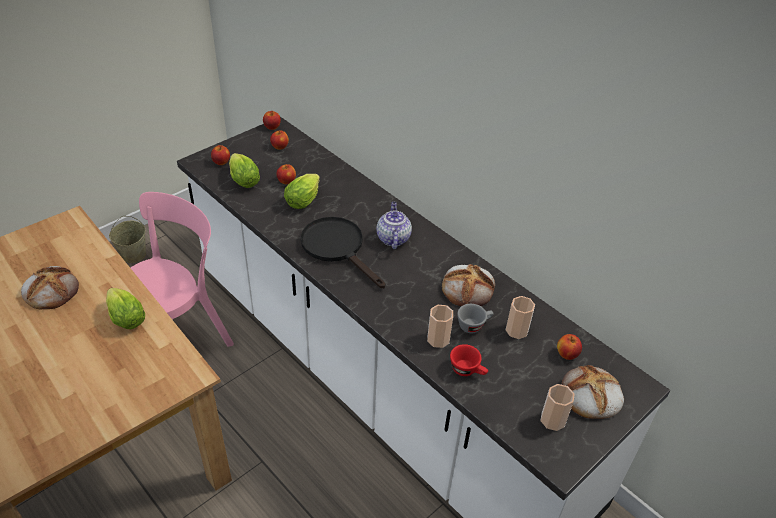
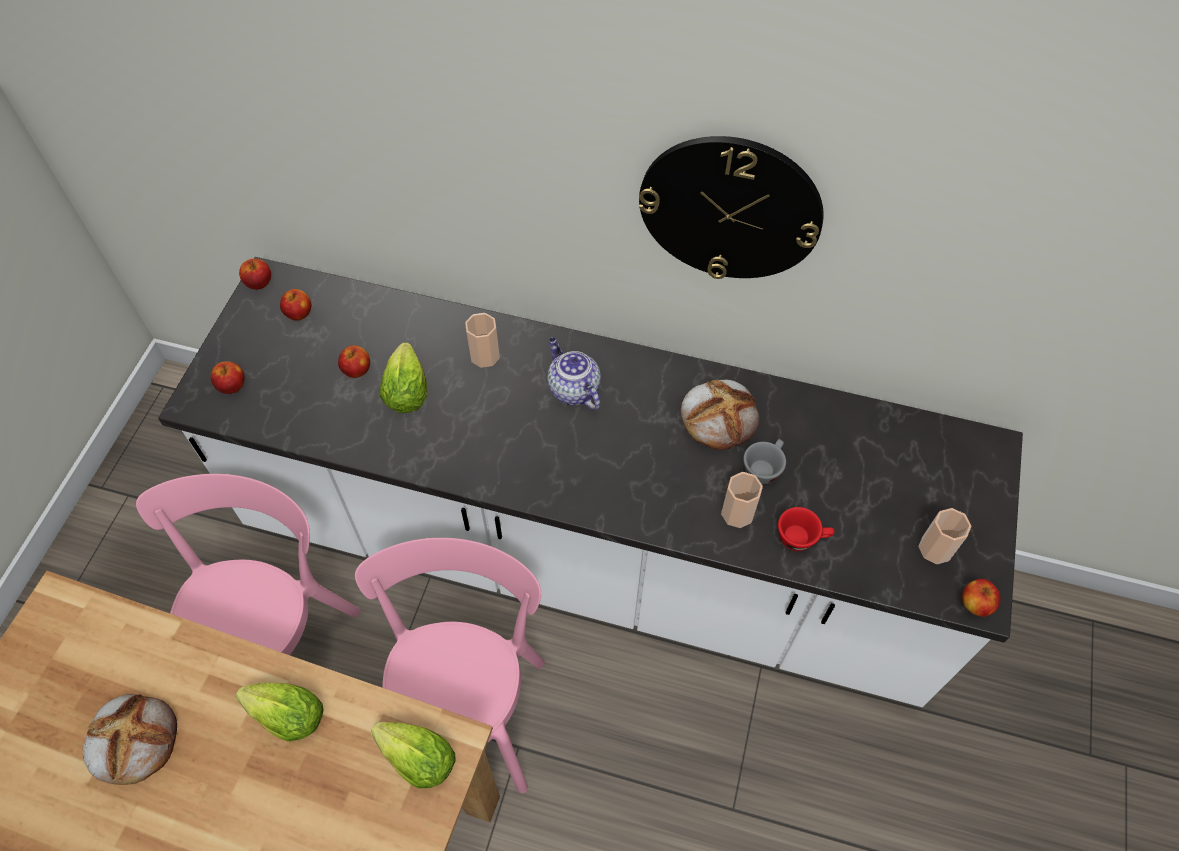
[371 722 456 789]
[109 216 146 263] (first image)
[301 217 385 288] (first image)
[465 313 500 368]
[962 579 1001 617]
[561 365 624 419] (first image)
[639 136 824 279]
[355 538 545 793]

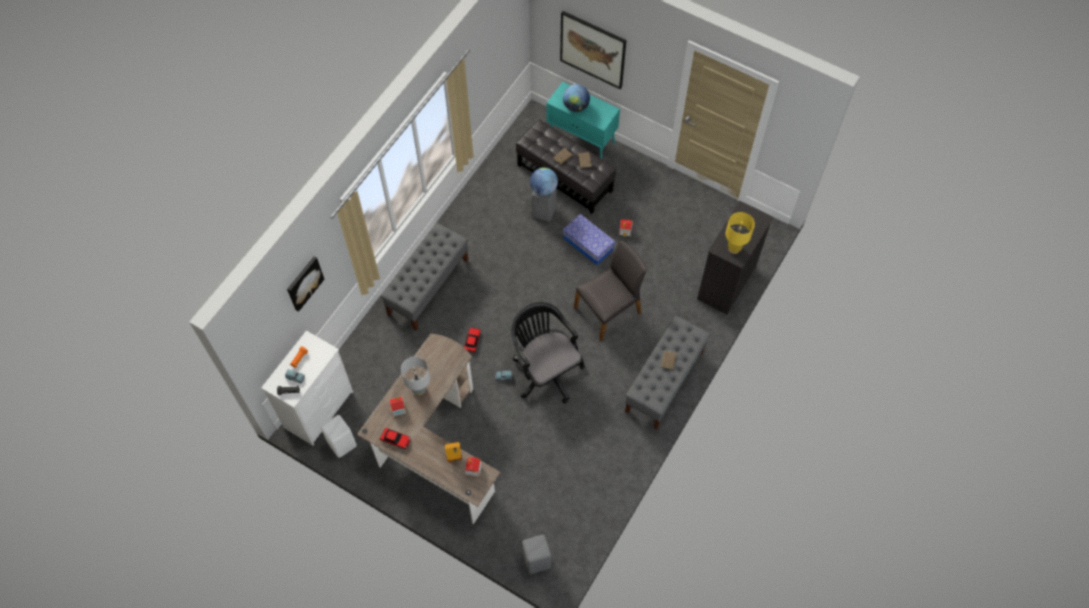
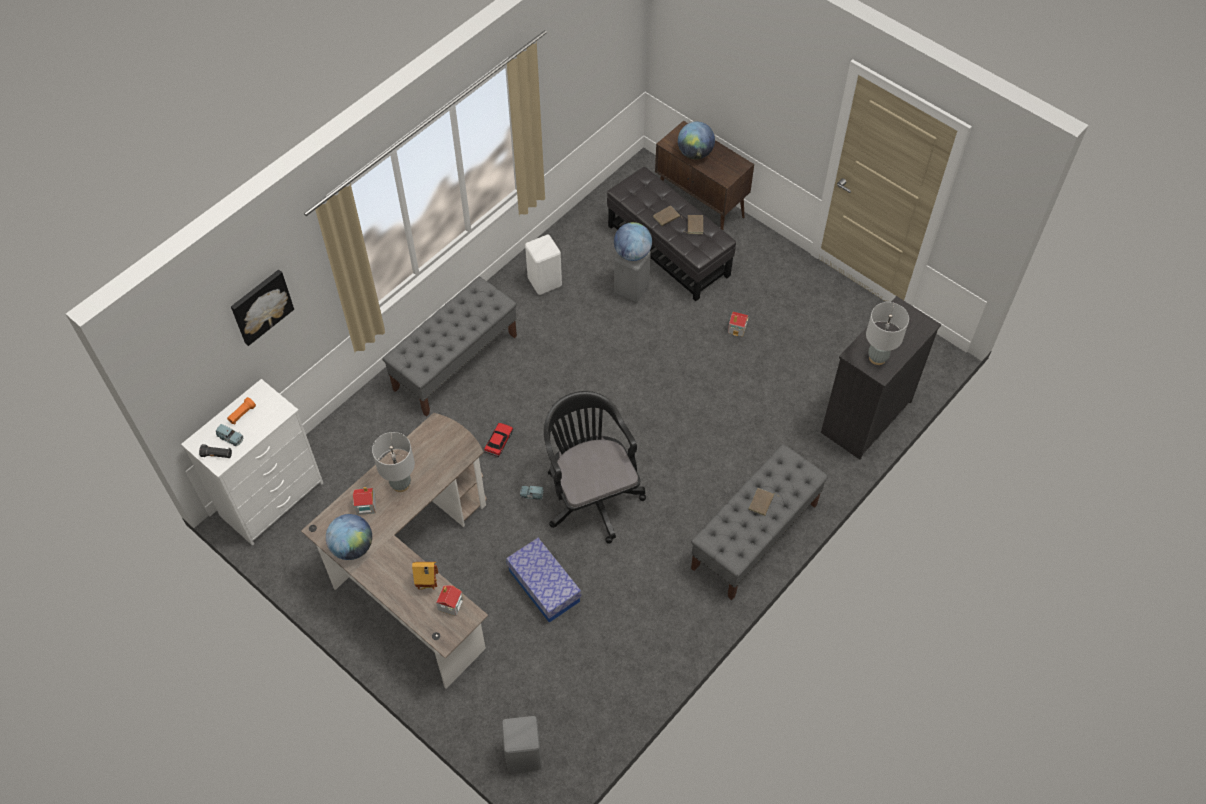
[560 11 626 89] (first image)
[655 121 754 230]
[866 302 909 365]
[506 538 581 623]
[574 241 646 341] (first image)
[525 235 562 295]
[326 514 372 560]

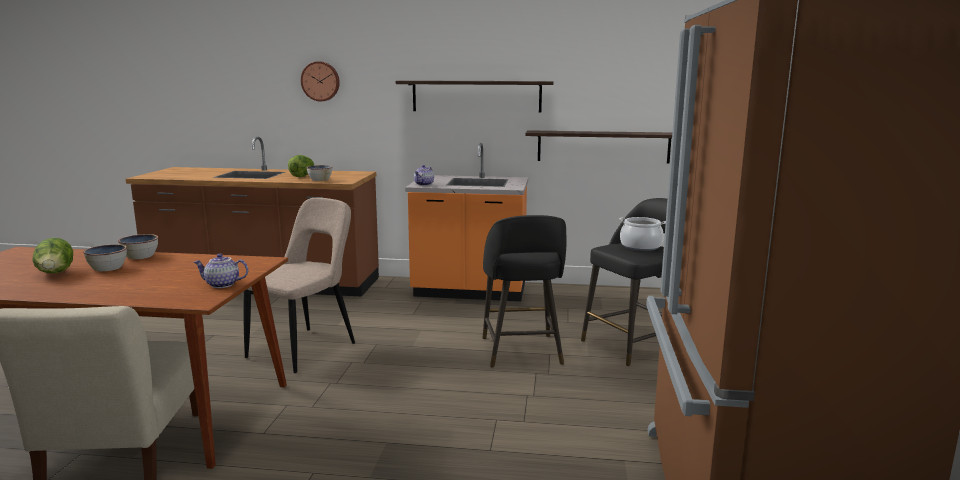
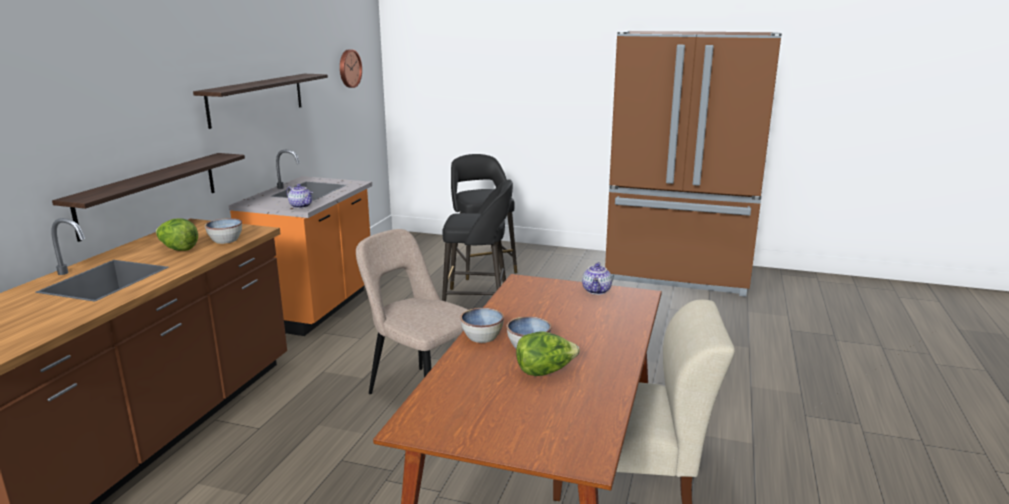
[340 49 362 88]
[52 153 245 242]
[619 217 666 251] (first image)

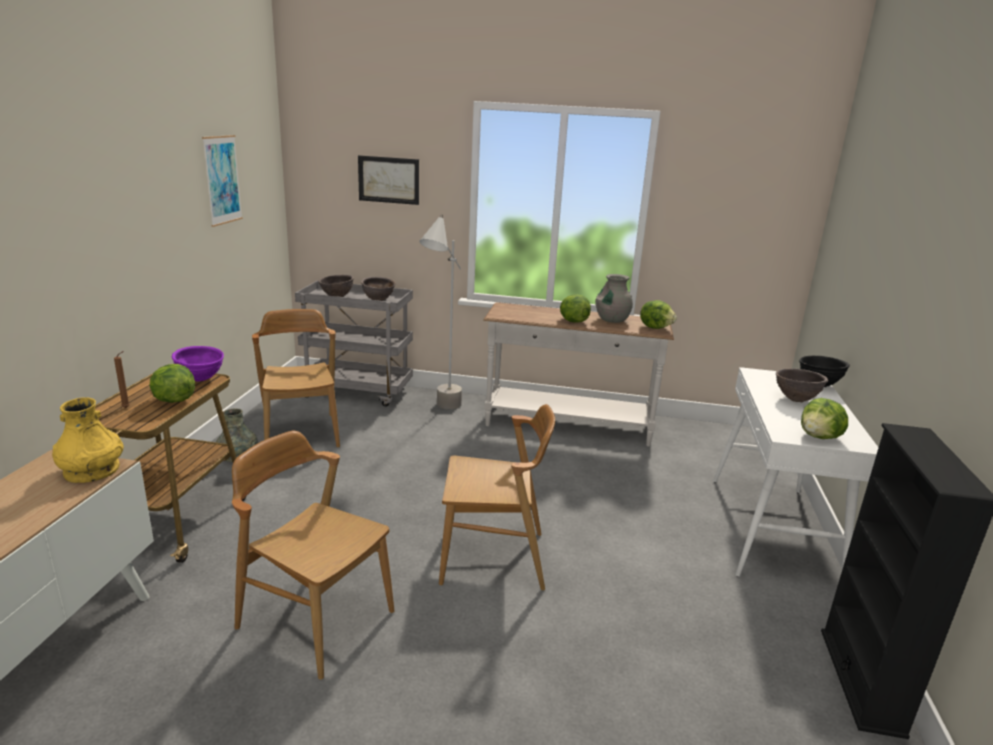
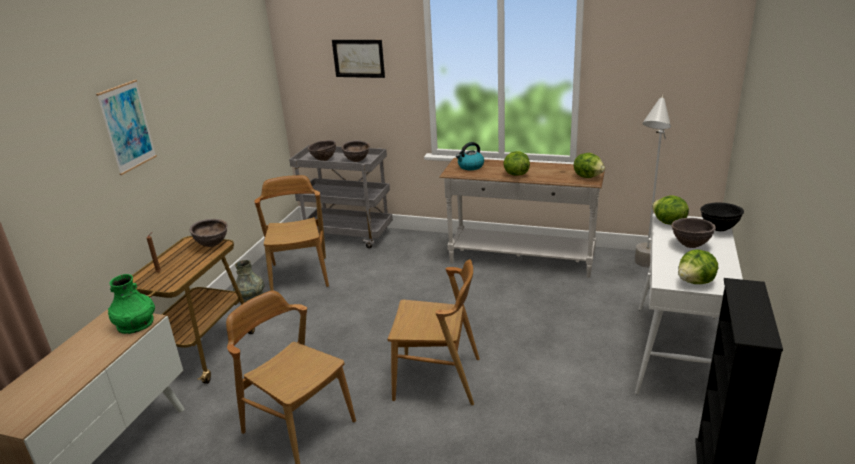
[96 80 157 175]
[635 94 671 267]
[595 274 633 323] (first image)
[189 219 228 247]
[652 195 689 225]
[108 274 155 334]
[456 142 484 170]

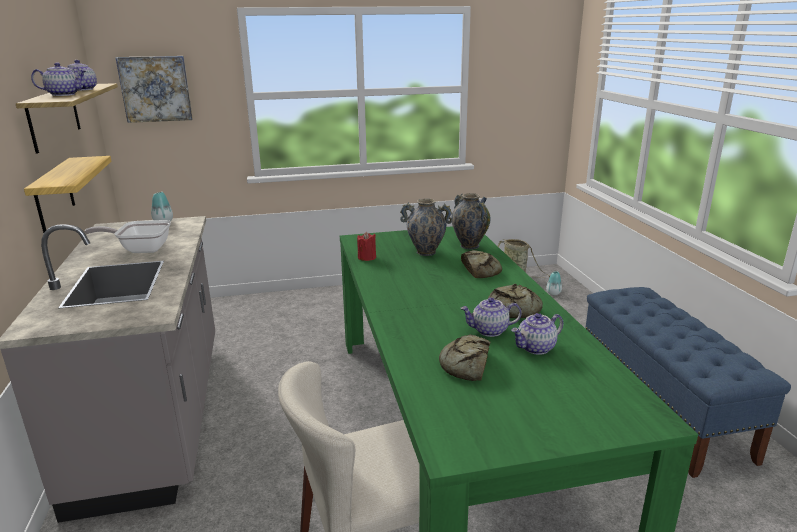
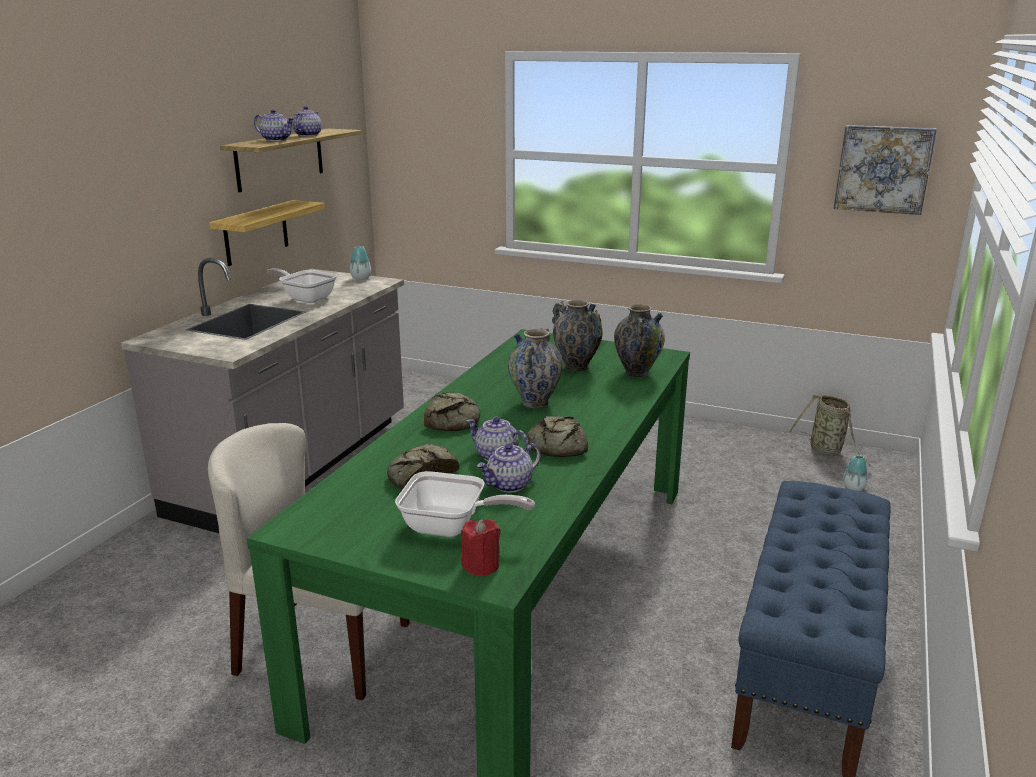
[834 125 937 215]
[461 519 500 576]
[424 392 480 431]
[477 443 541 492]
[508 328 563 408]
[395 471 535 537]

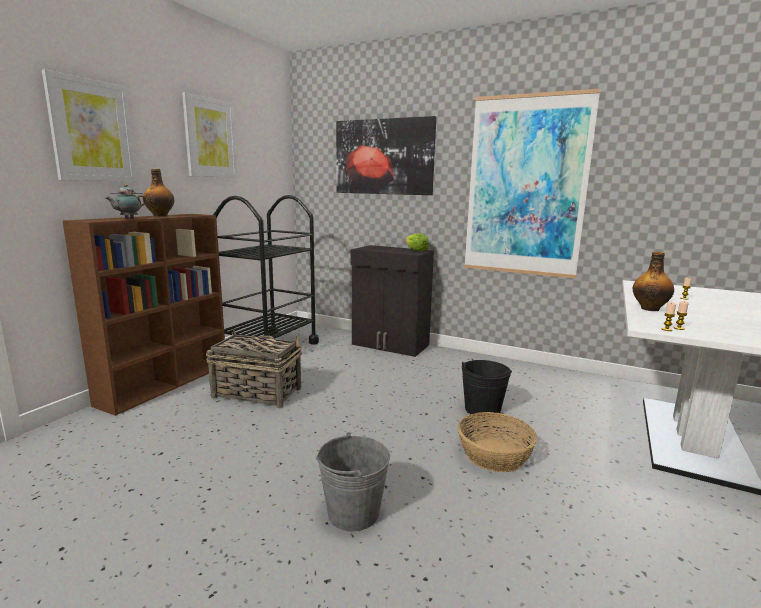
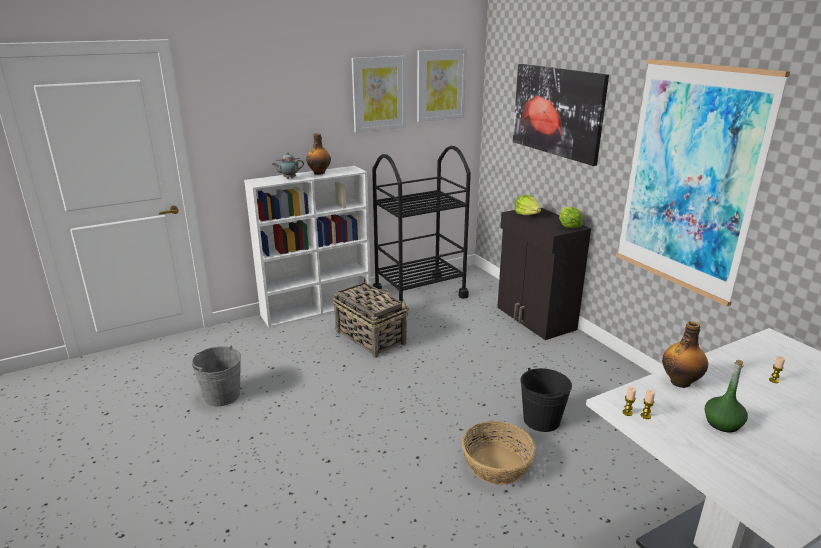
[417 49 467 122]
[244 166 371 327]
[192 346 241 406]
[515 195 541 215]
[705 360 748 433]

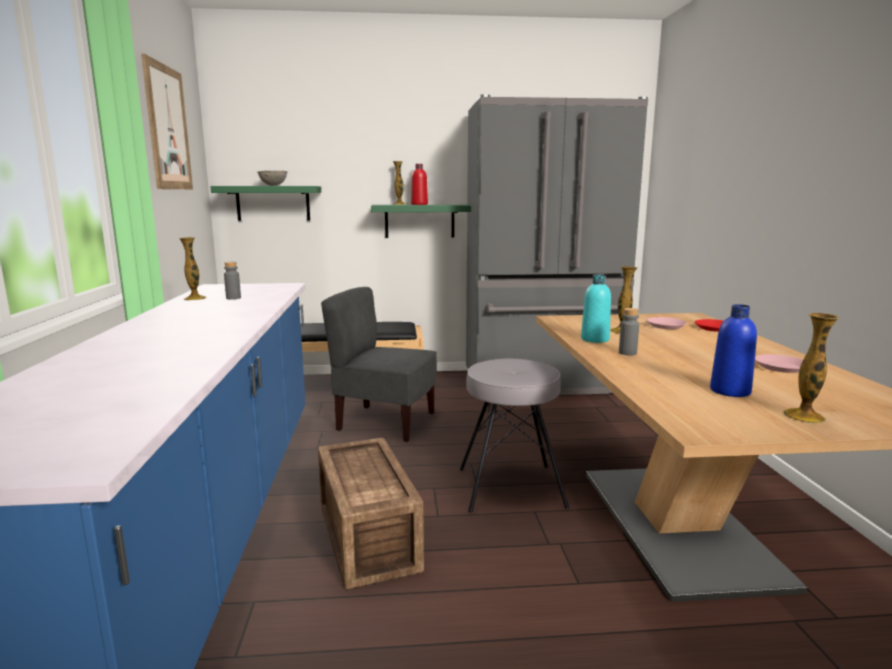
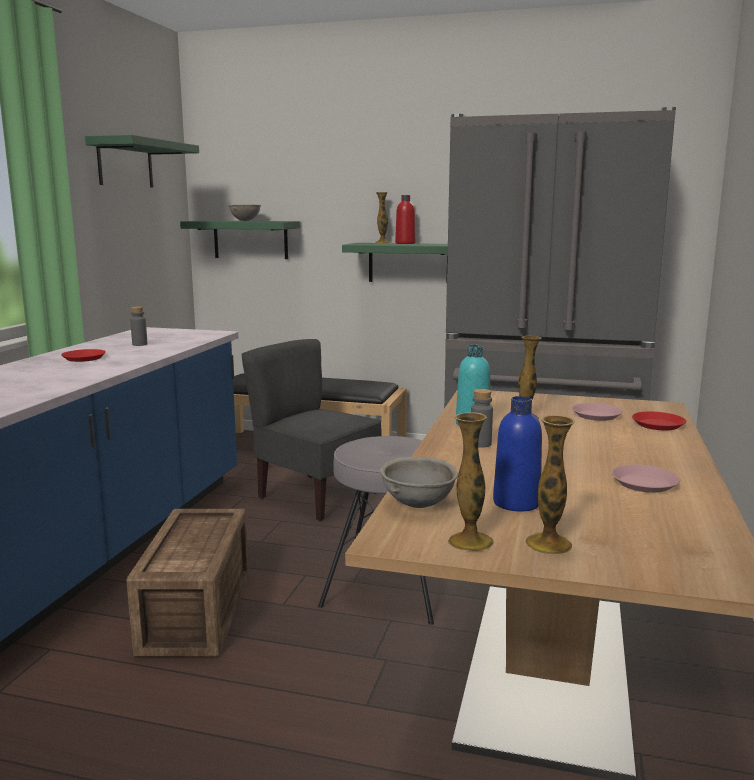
[85 135 199 187]
[448 412 494 551]
[61 349 106 362]
[380 457 458 508]

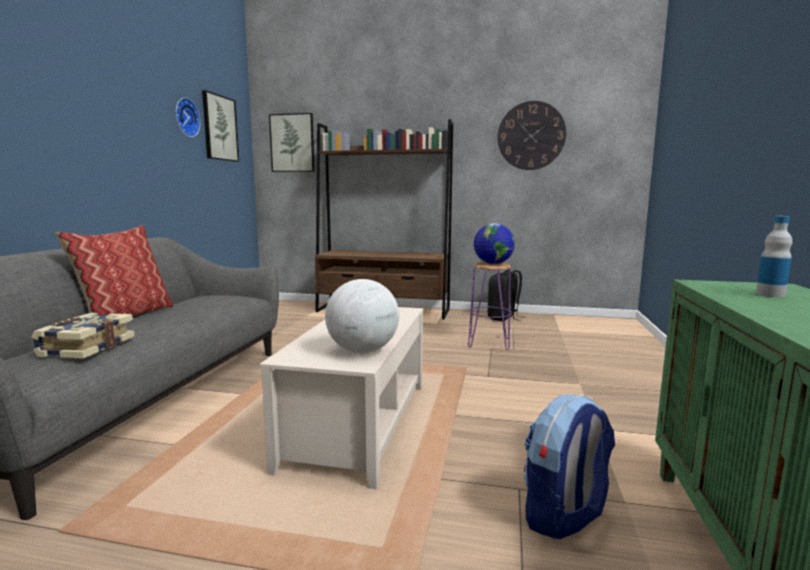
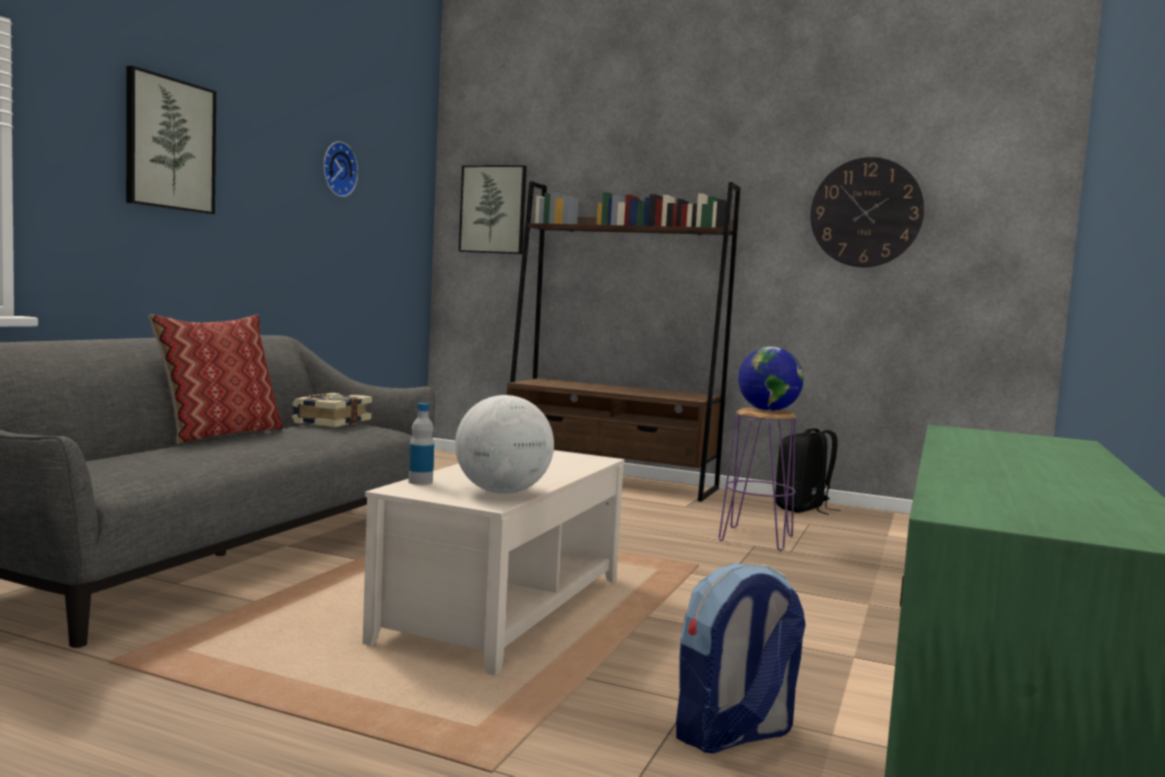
[126 66 216 214]
[408 403 434 485]
[292 393 372 427]

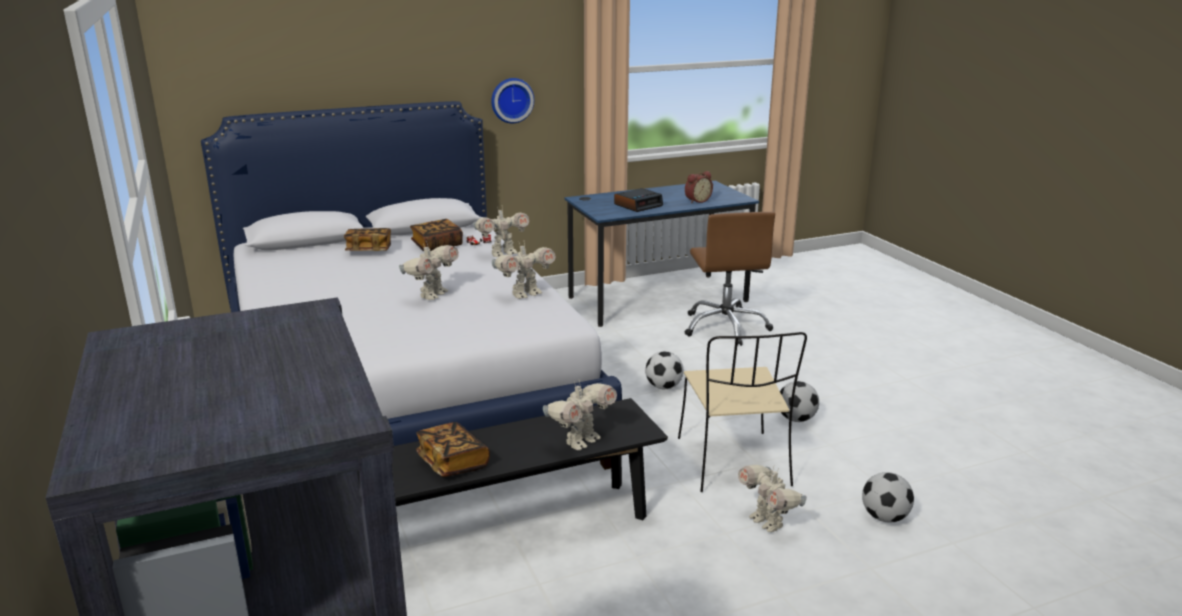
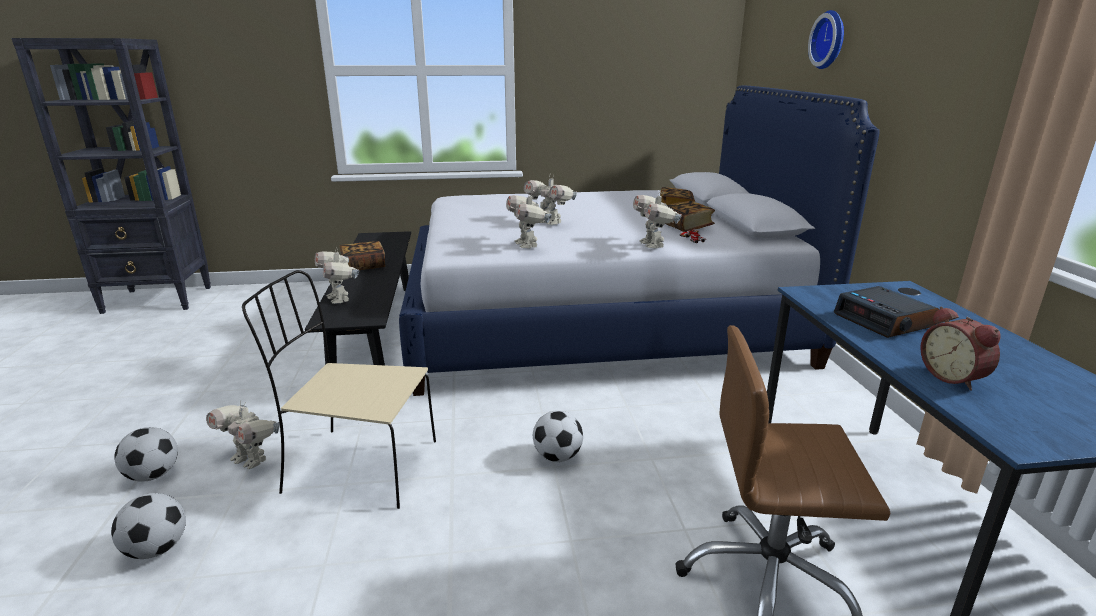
[808 10 844 69]
[114 427 178 482]
[206 400 280 469]

